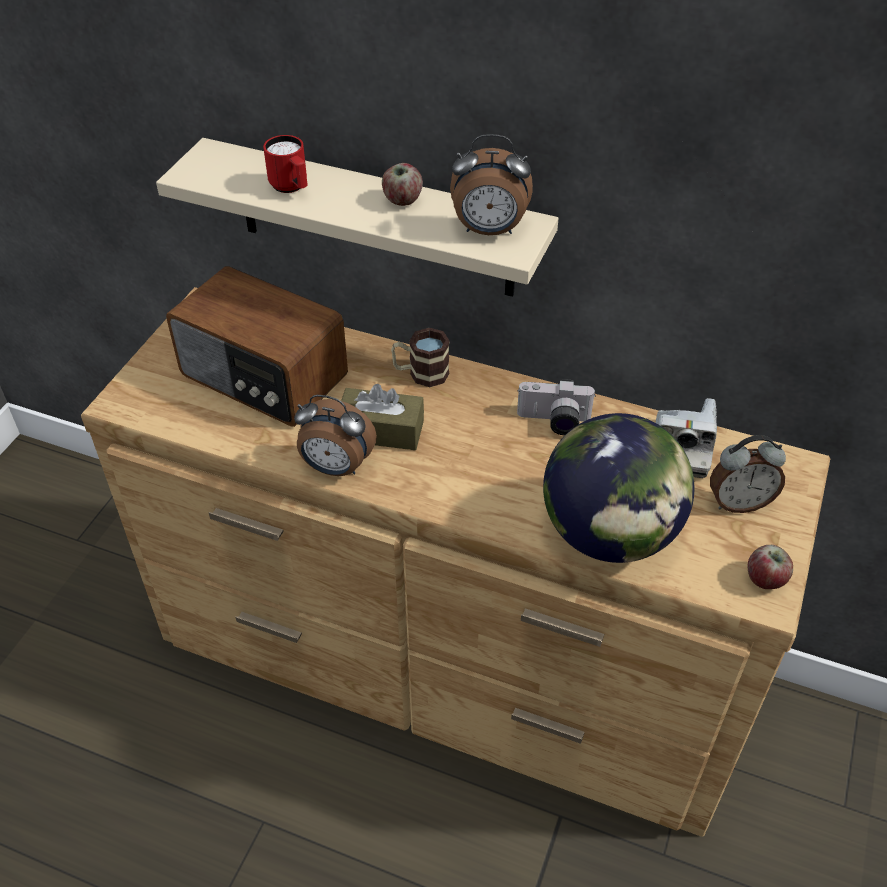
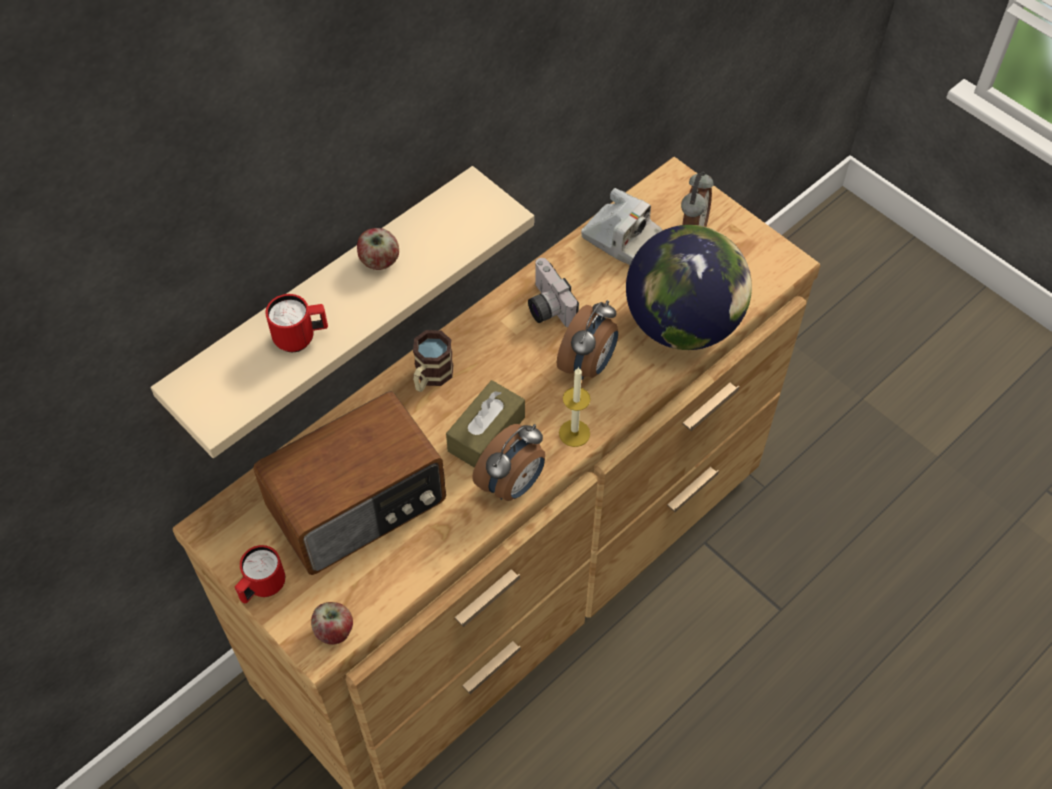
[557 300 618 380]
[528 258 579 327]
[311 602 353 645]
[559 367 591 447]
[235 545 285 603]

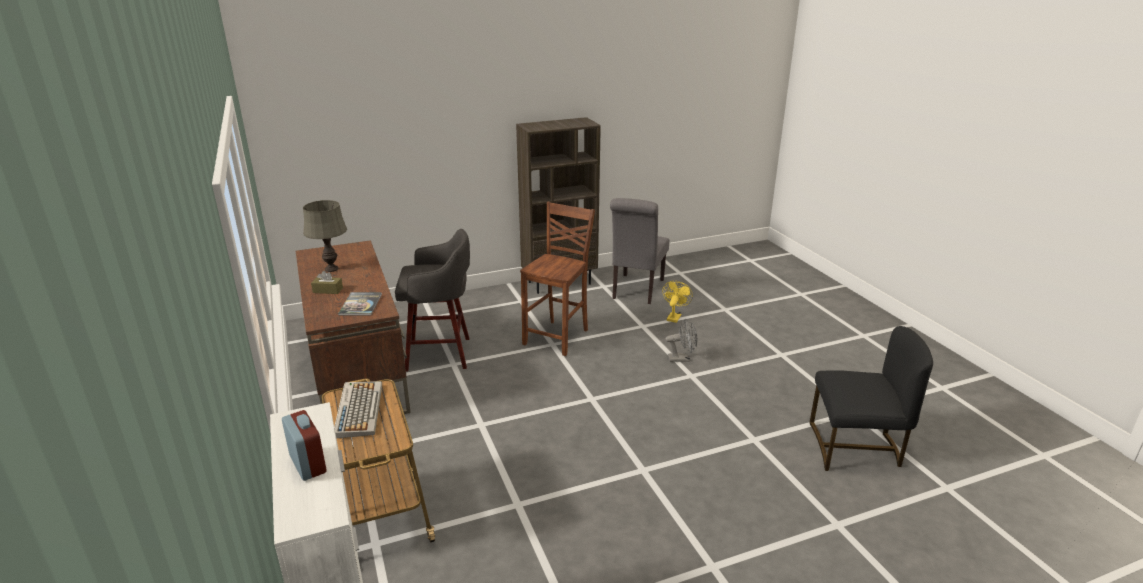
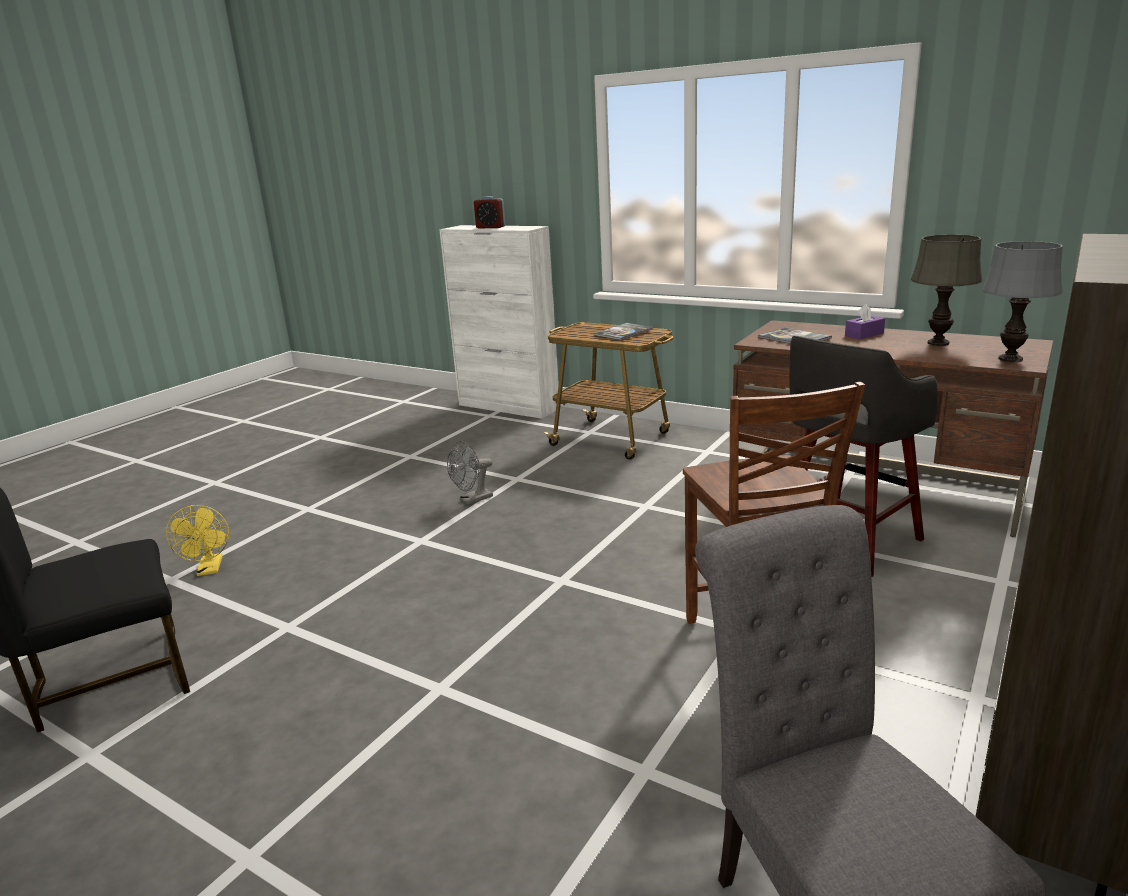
[845 304 885 339]
[166 505 229 576]
[447 441 493 505]
[594 323 653 340]
[982 241 1063 362]

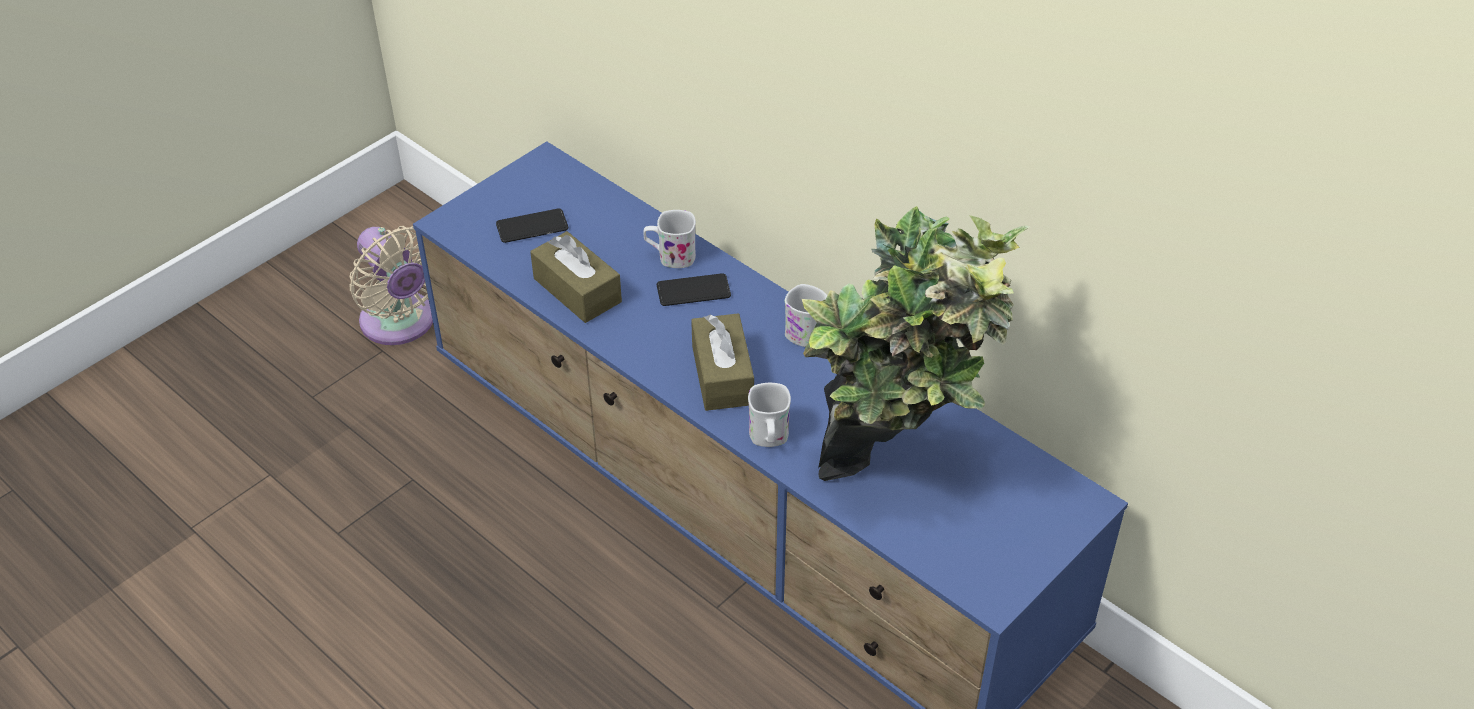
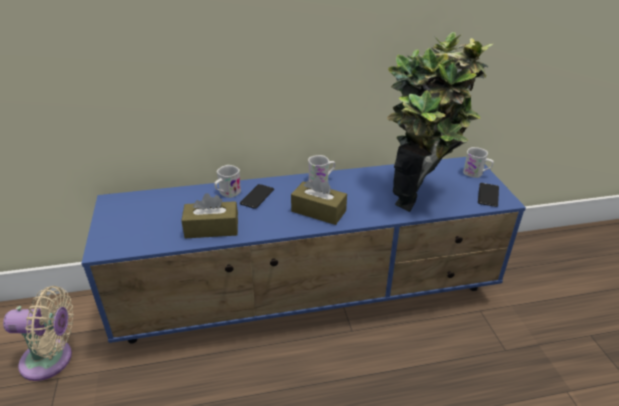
[478 183 499 207]
[463 147 494 178]

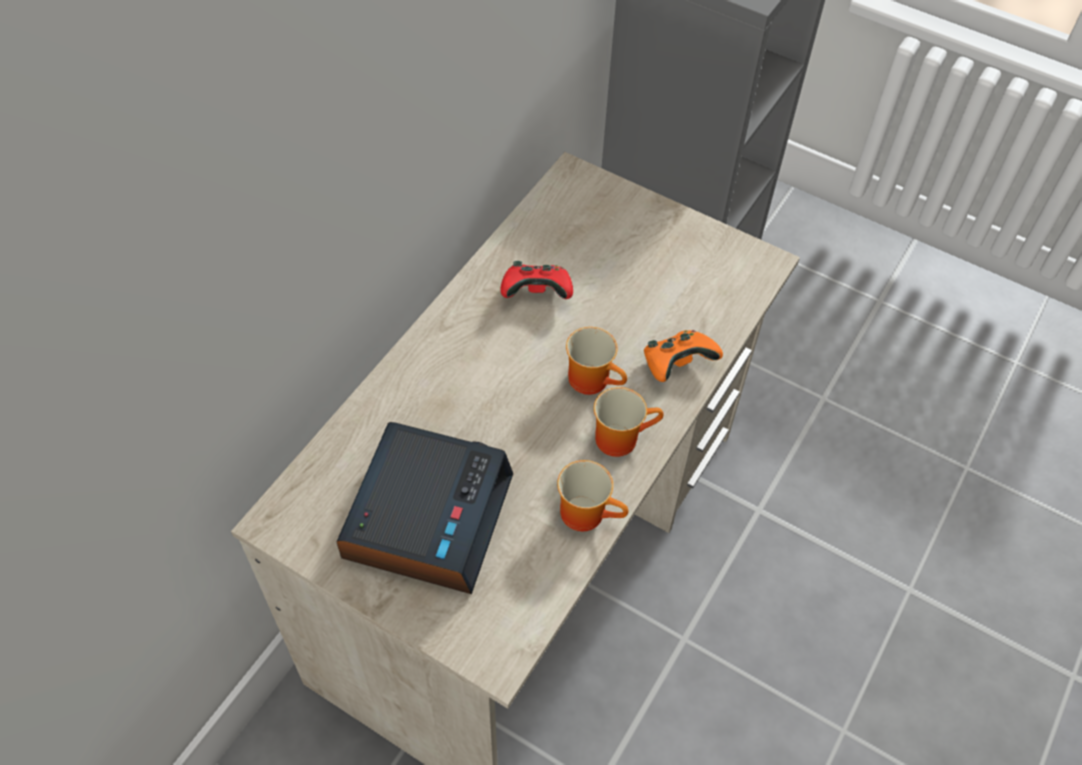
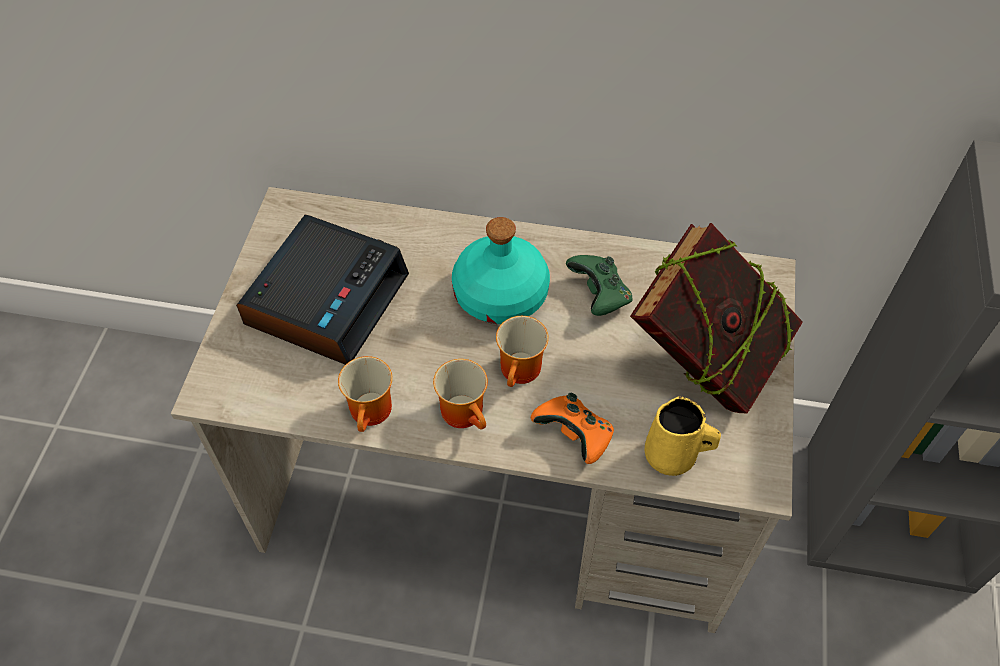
[566 255 633 316]
[236 215 409 365]
[452 217 550 324]
[630 223 803 413]
[645 397 721 476]

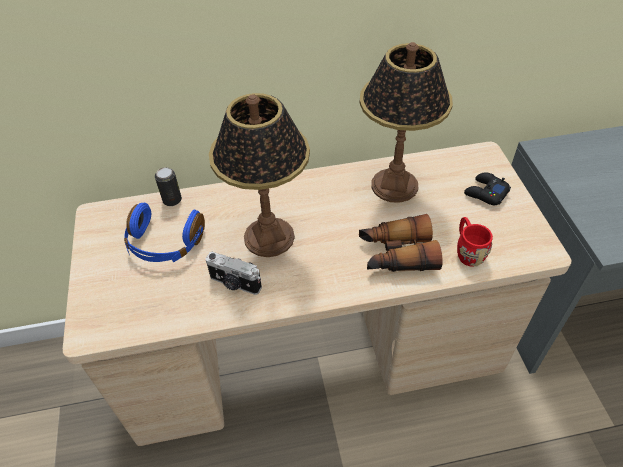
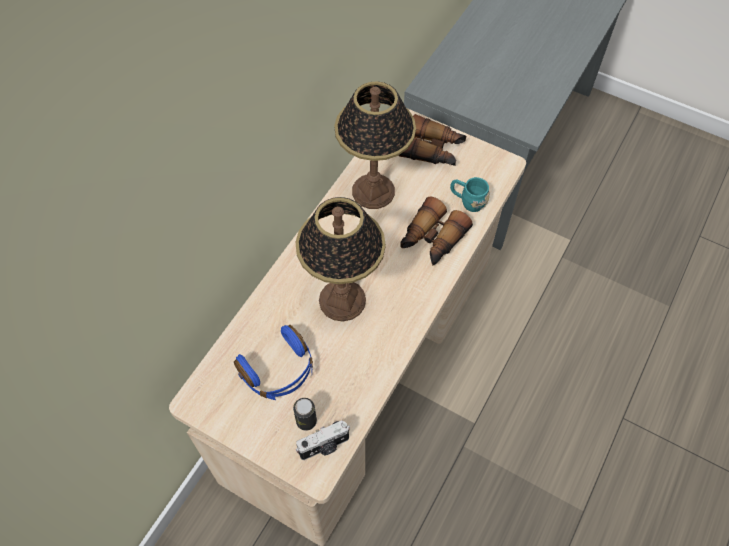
[293 398 317 431]
[399 114 466 166]
[450 177 490 212]
[296 420 350 460]

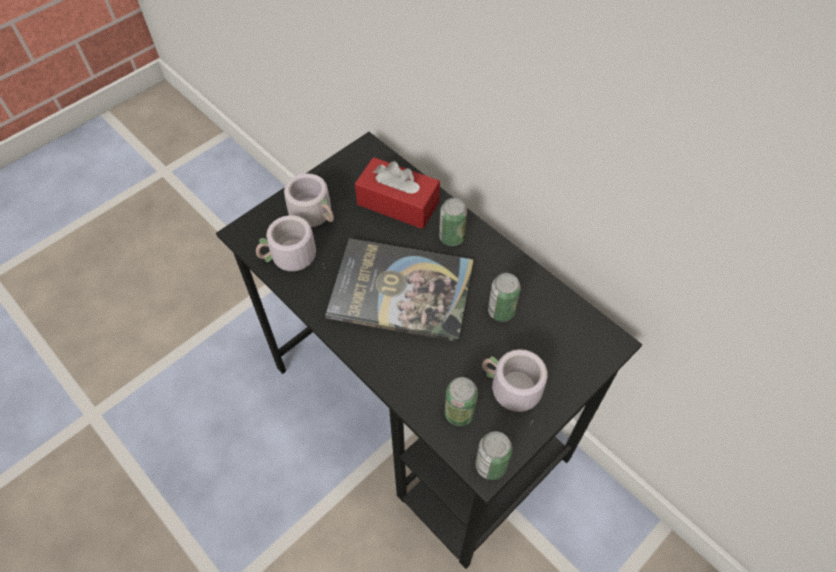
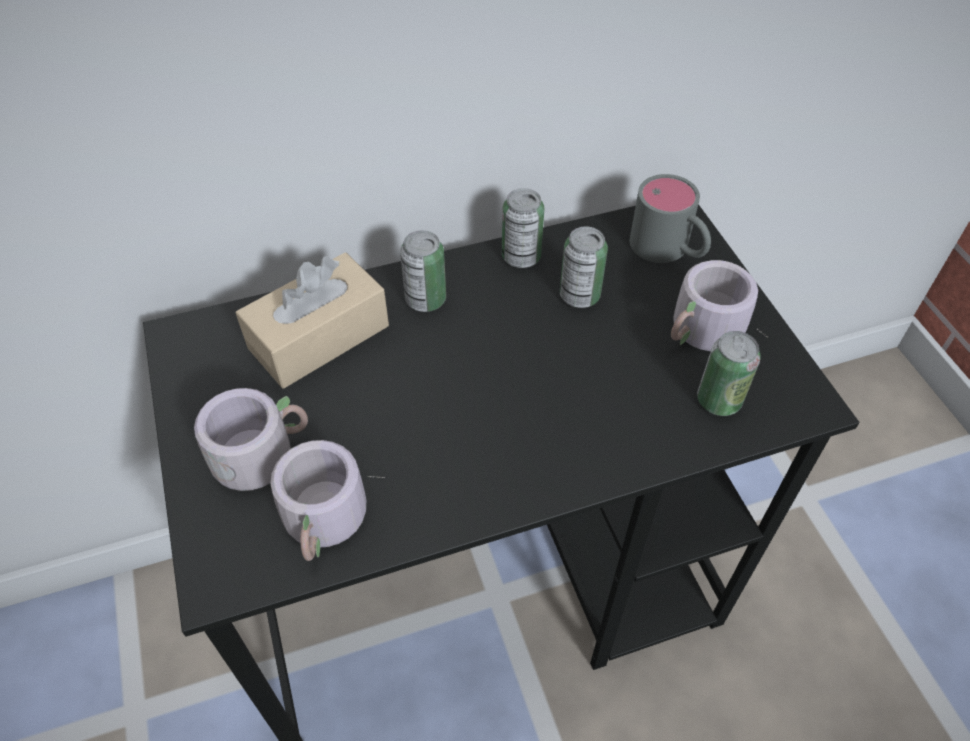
[236 252 389 388]
[325 238 474 342] (first image)
[502 188 545 268]
[630 174 711 263]

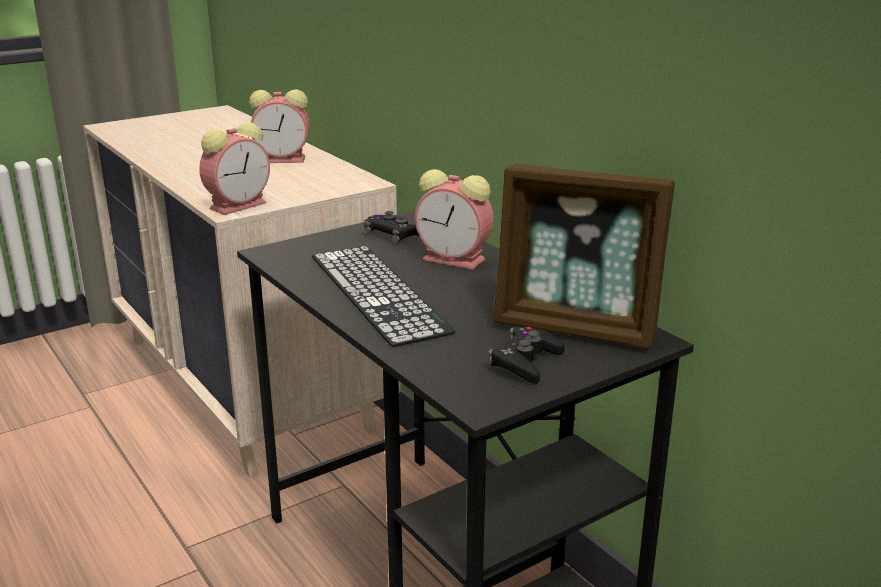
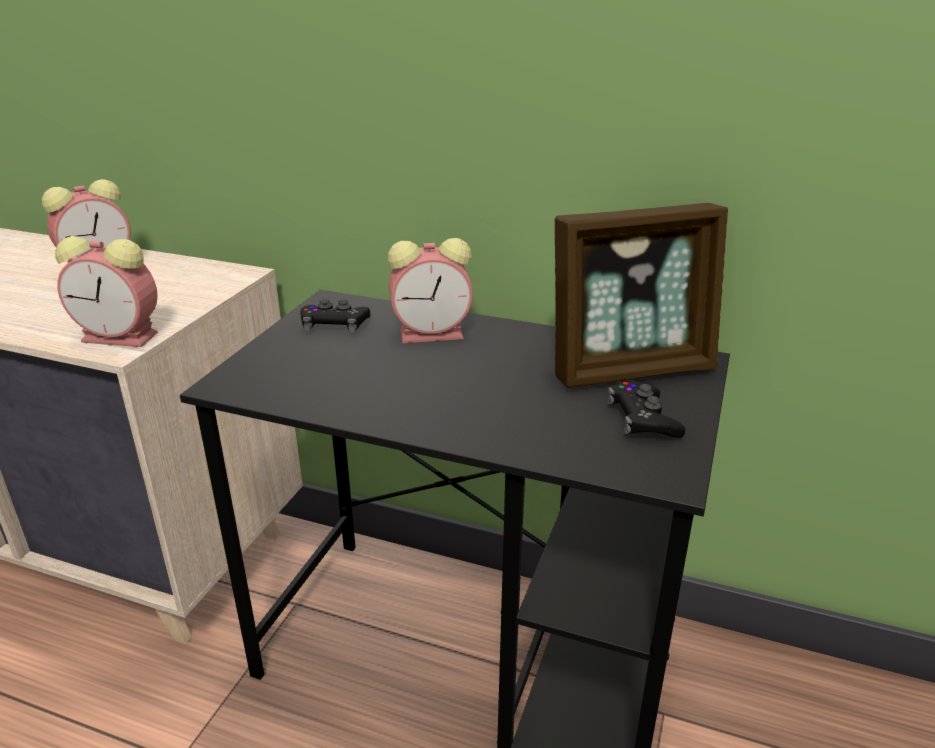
[55 236 158 347]
[312 246 456 347] (first image)

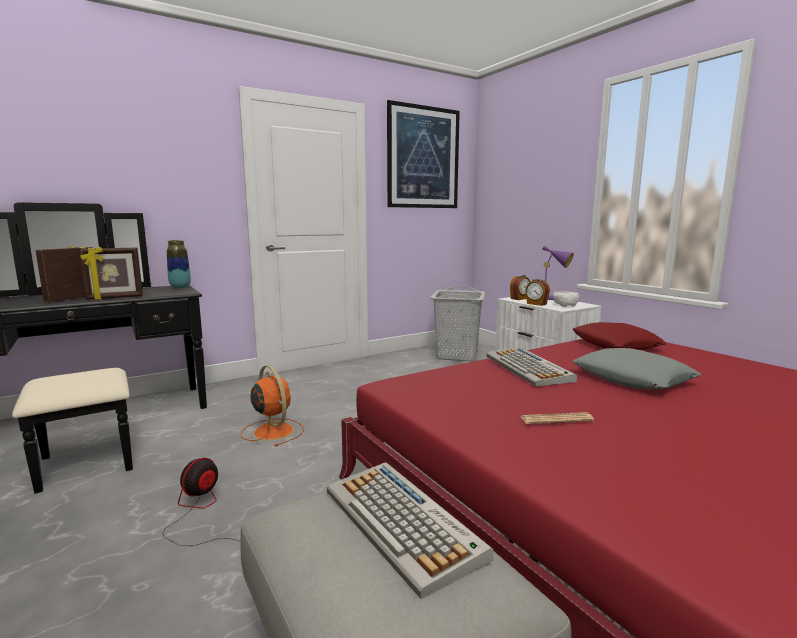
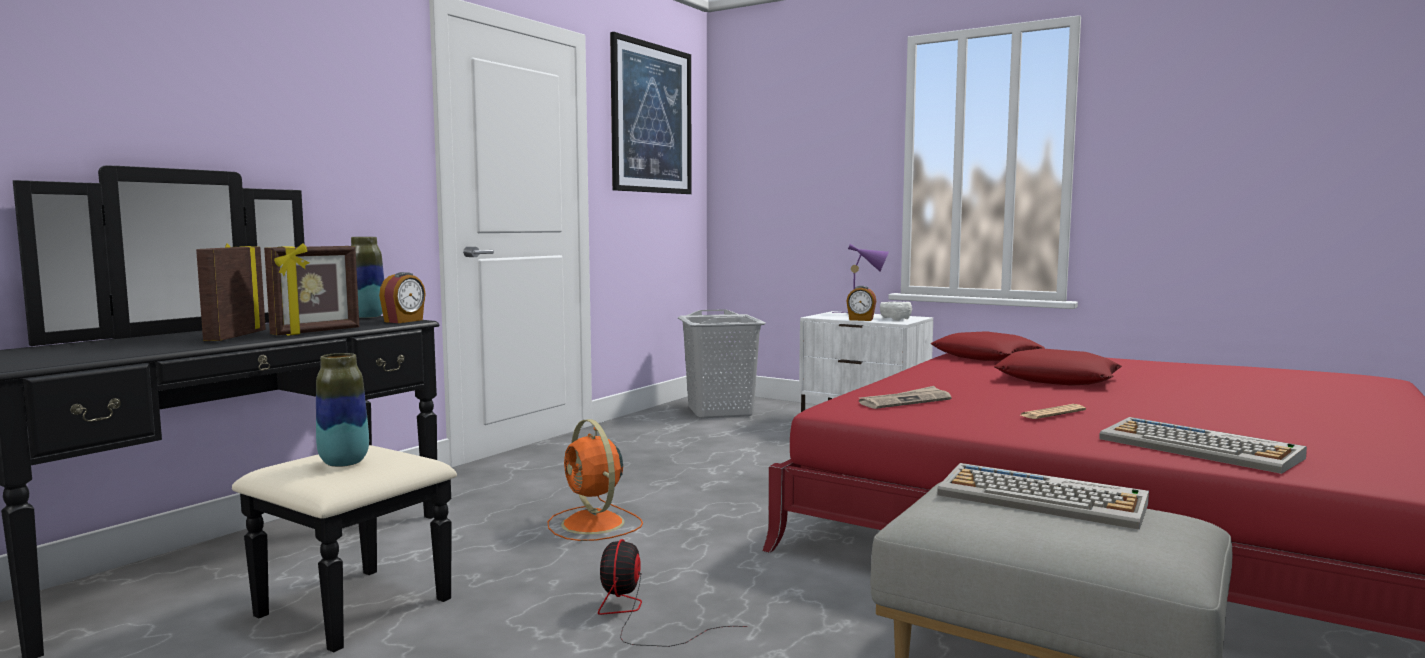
[379 272 426 323]
[1099 417 1307 474]
[994 349 1122 385]
[547 419 643 541]
[316 353 369 467]
[859 386 952 409]

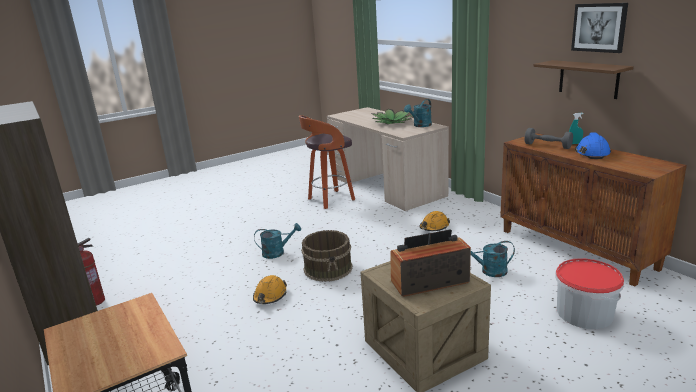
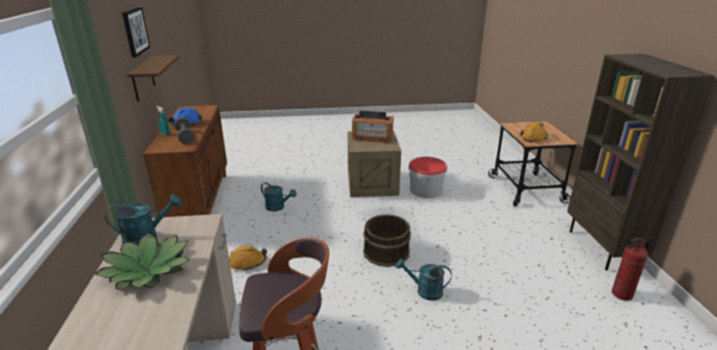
[409 157 447 198]
[520 122 548 142]

